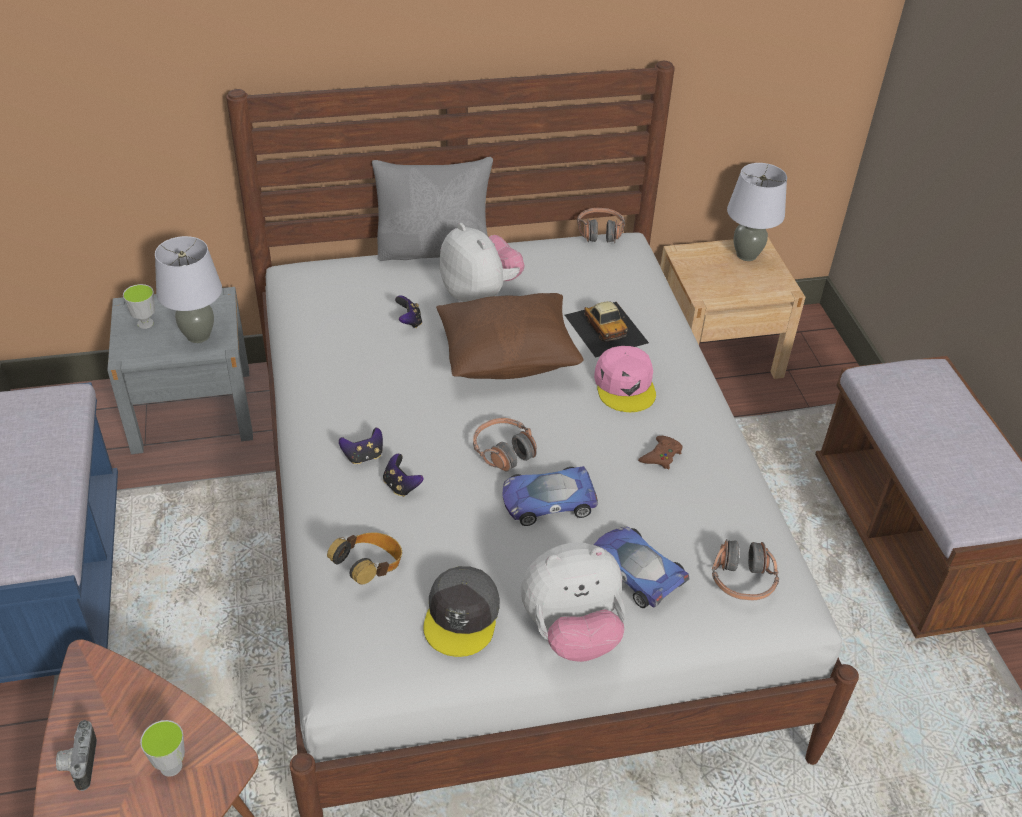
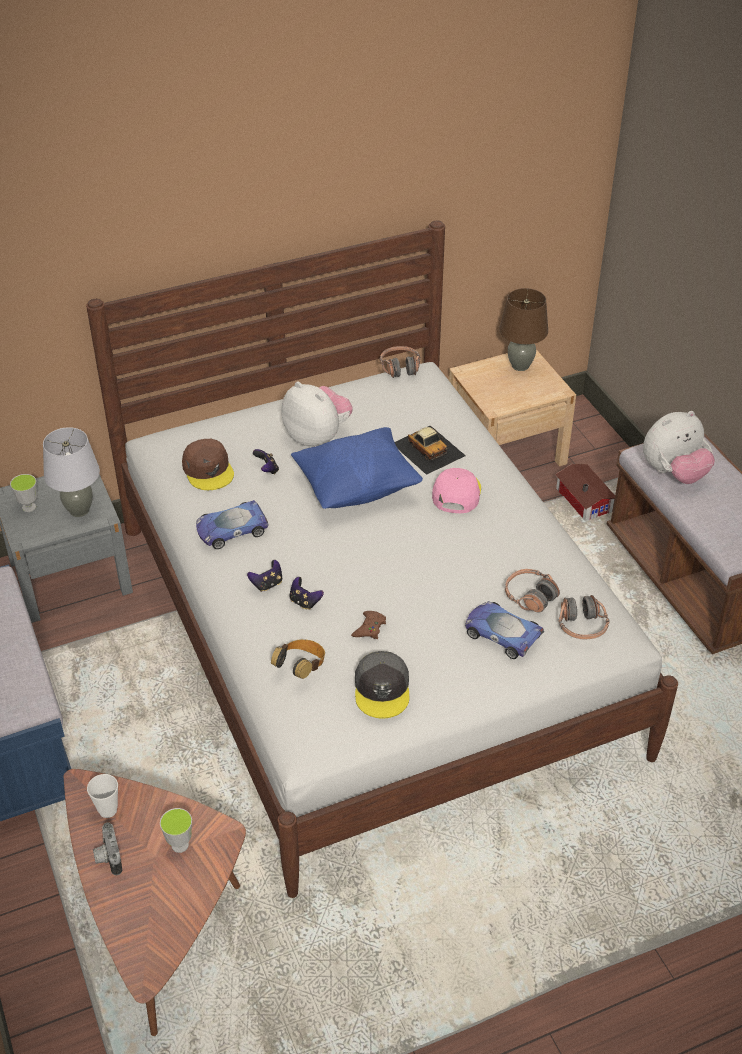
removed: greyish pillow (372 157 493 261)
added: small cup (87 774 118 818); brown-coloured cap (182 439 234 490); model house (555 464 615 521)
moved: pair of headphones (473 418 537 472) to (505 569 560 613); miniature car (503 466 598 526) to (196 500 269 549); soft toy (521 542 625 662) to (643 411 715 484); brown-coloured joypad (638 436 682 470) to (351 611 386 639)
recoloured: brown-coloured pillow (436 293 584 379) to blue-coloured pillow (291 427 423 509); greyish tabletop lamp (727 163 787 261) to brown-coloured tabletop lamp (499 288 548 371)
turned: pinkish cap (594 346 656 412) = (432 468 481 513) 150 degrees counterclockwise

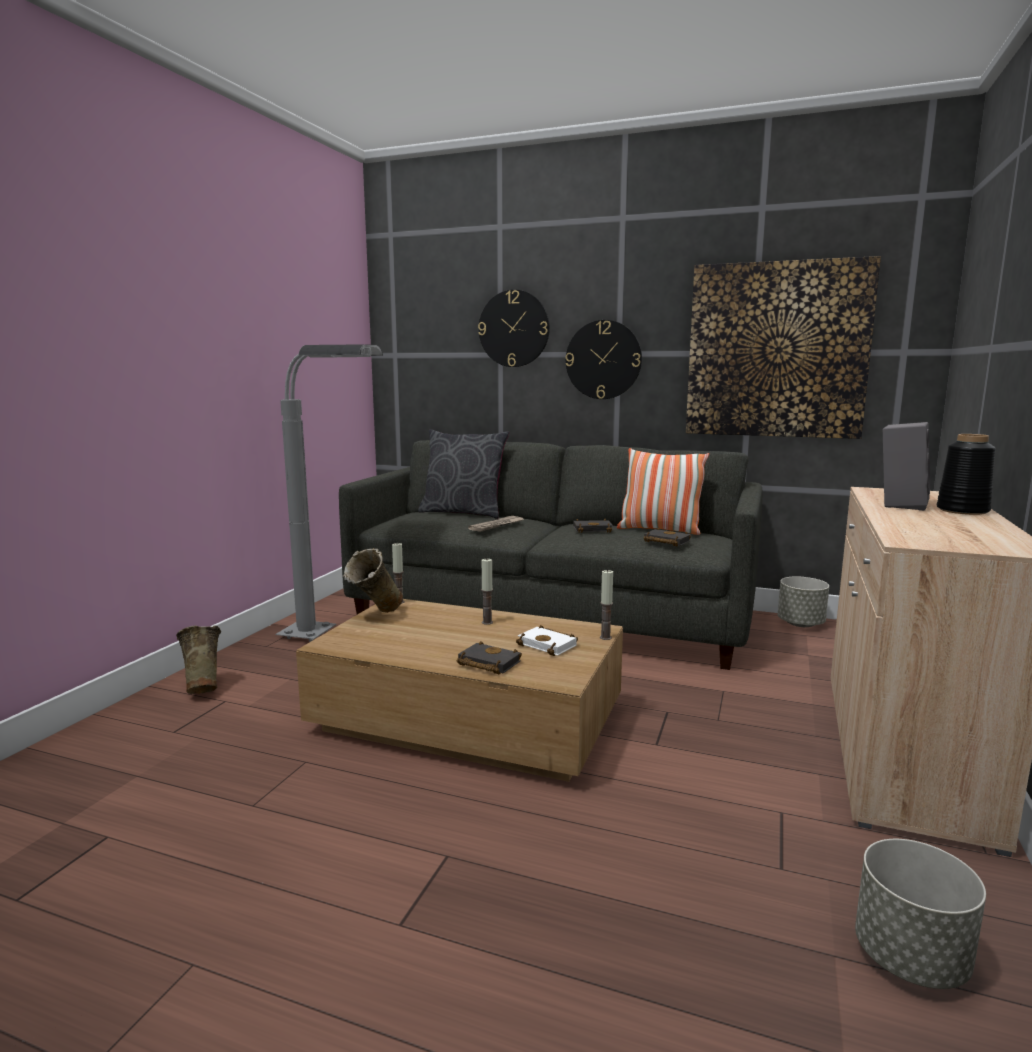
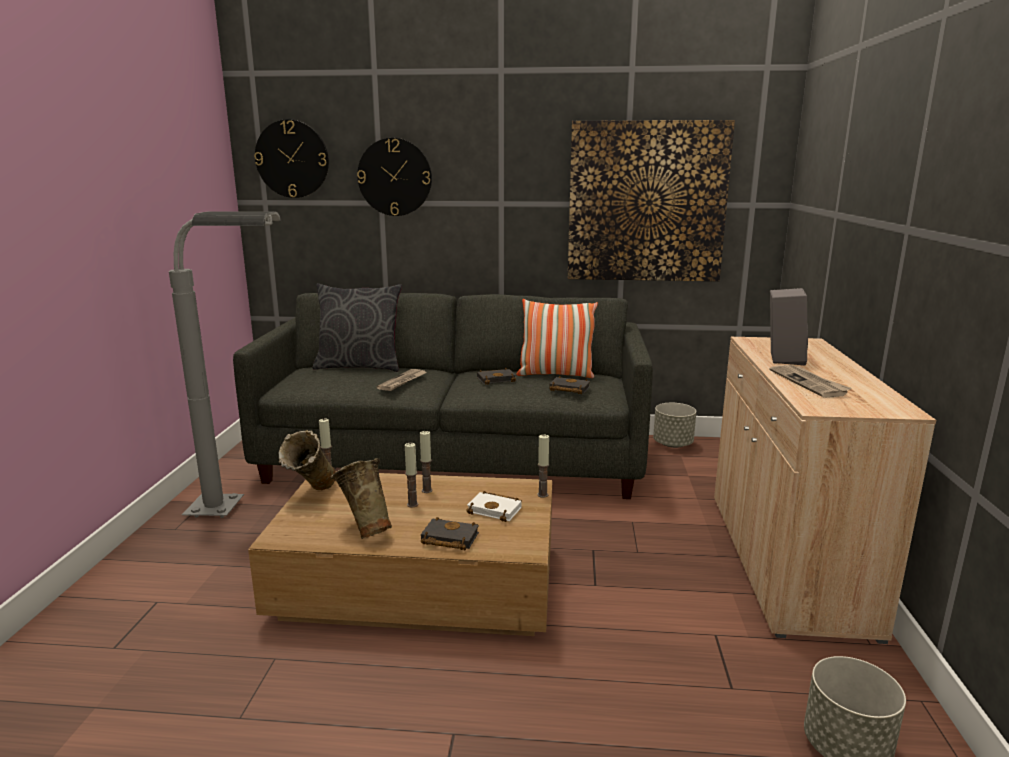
removed: black decorative vase (937 434 996 515)
added: candle (405 443 418 508); daily paper (769 365 852 398)
moved: sand-coloured decorative vase (176 626 221 694) to (330 458 392 539); clock on the wall (566 320 642 399) to (254 119 329 198)

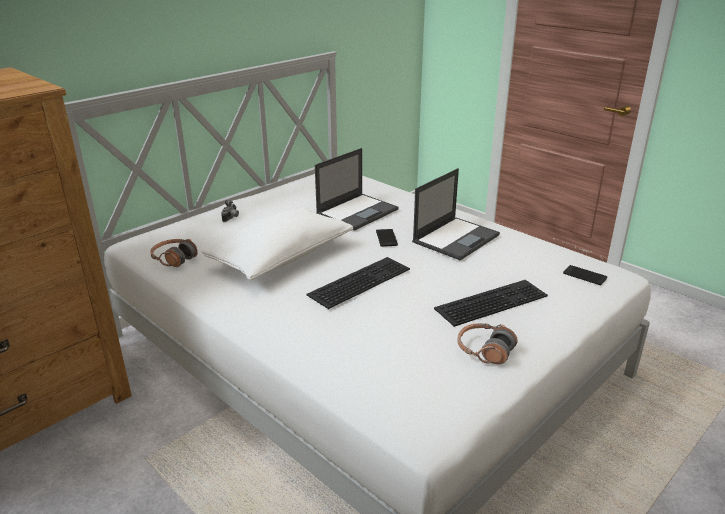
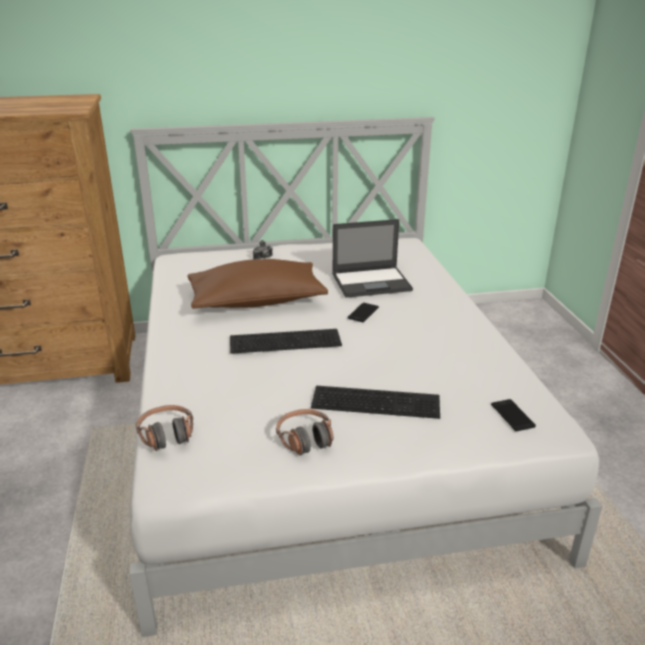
removed: notebook computer (412 168 500 260)
moved: pair of headphones (150 239 198 267) to (136 405 193 451)
recoloured: white-coloured pillow (202 207 353 280) to brown-coloured pillow (187 259 328 309)

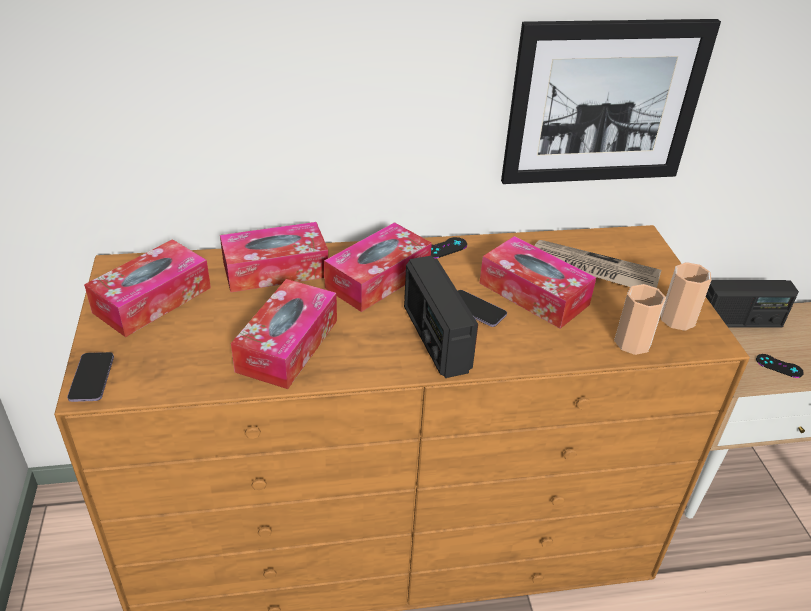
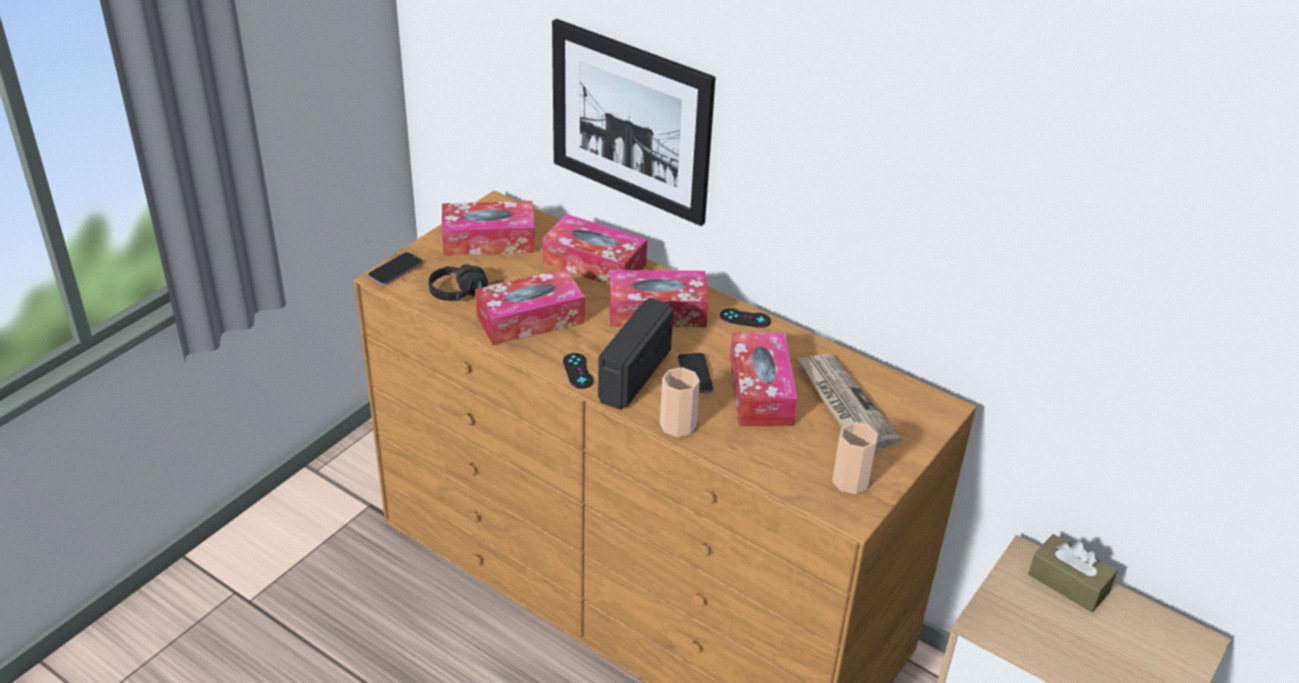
added: black pair of headphones (429 264 503 301)
moved: picture (501 19 721 184) to (552 19 716 226); small cup (614 284 666 355) to (660 367 700 437); black joypad (756 354 804 378) to (563 353 594 389)
replaced: radio receiver (706 280 799 328) to brown-coloured tissue box (1028 534 1118 612)

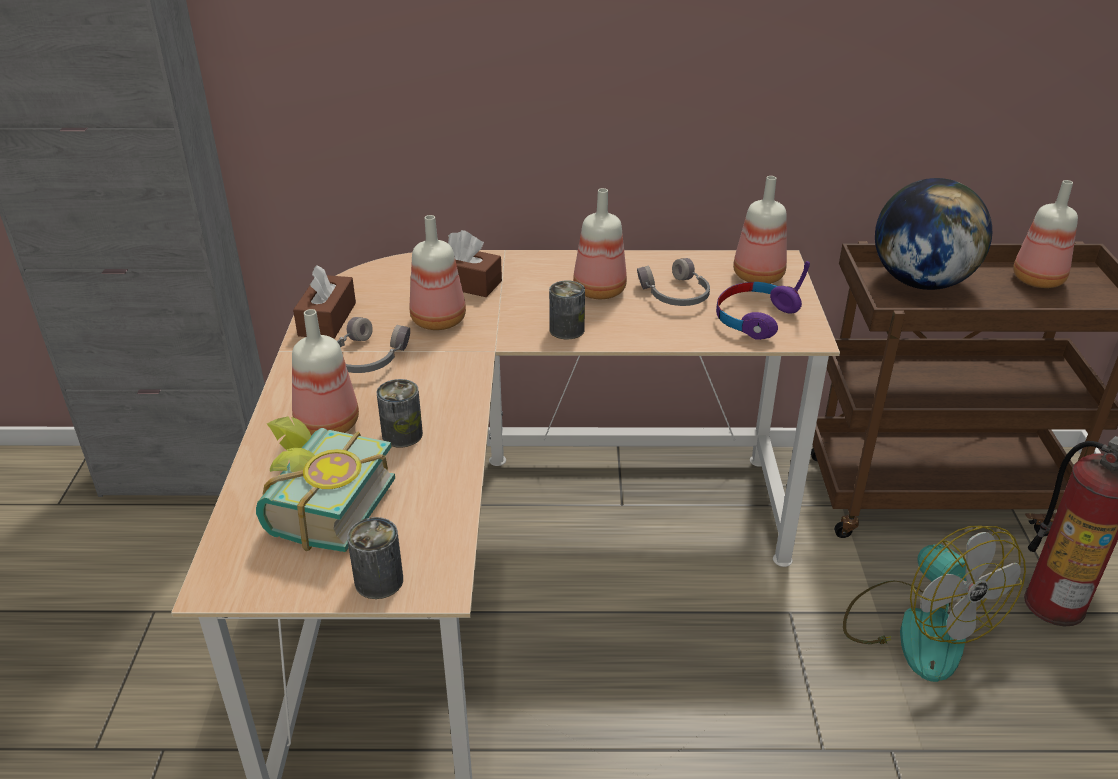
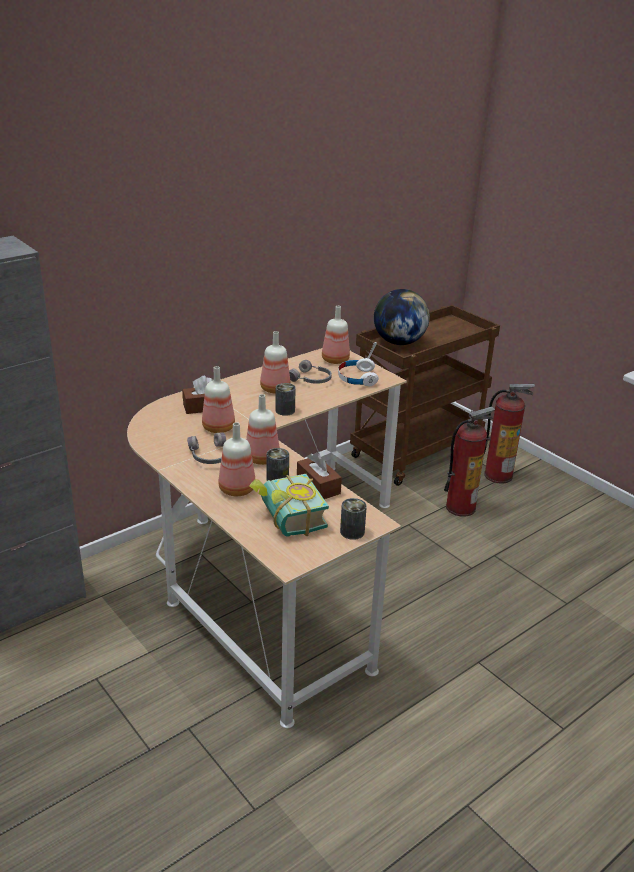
moved: brown-coloured tissue box (293 265 356 339) to (297 452 342 499); drink bottle (1013 180 1078 288) to (246 394 280 465)
replaced: fan (843 526 1026 682) to fire-fighting cylinder (444 407 495 517)
recoloured: purple-coloured pair of headphones (716 261 810 340) to white-coloured pair of headphones (338 342 379 386)

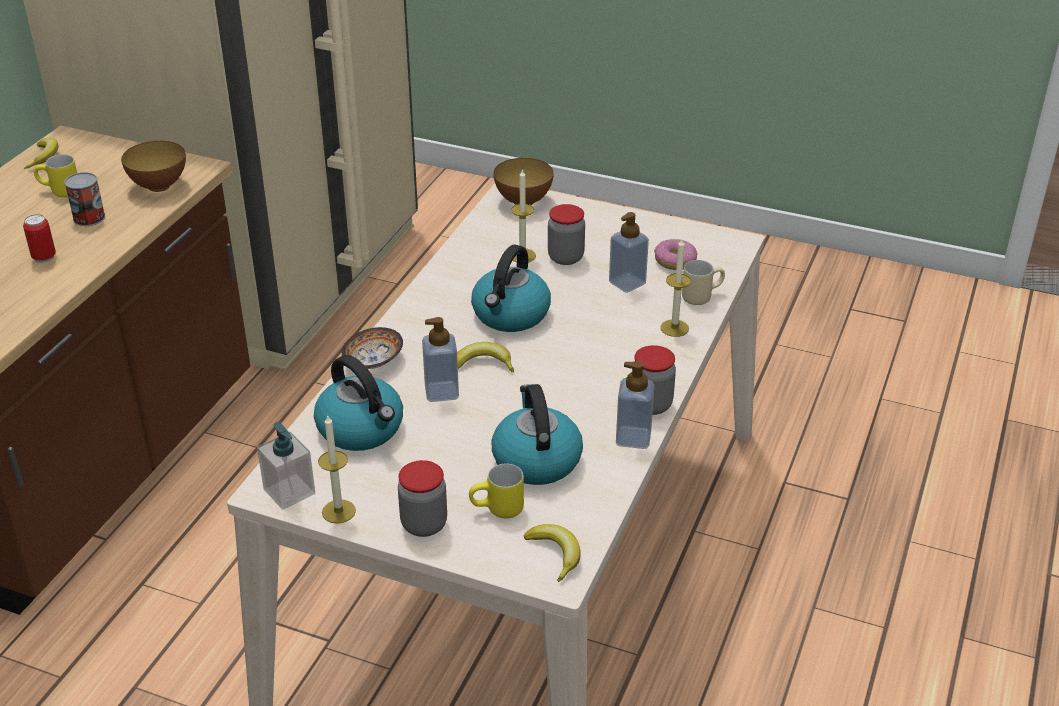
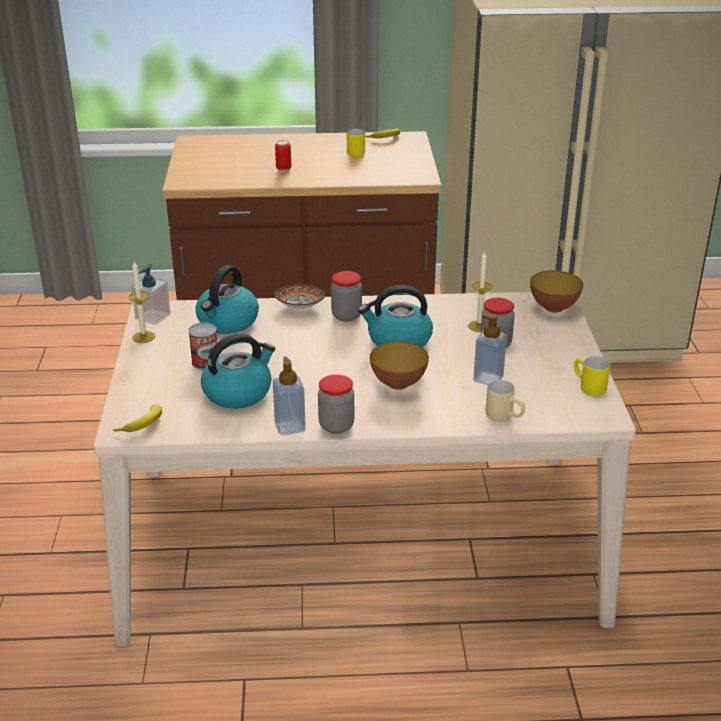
removed: soap dispenser (422 317 459 402); banana (457 342 514 372); ring doughnut (654 239 697 270); candle (660 239 691 337)
moved: can (64 172 105 226) to (188 322 217 370); deep dish (121 141 186 192) to (370 341 429 390); jar (398 460 447 537) to (331 271 362 322); yellow mug (469 463 524 518) to (574 356 610 396)

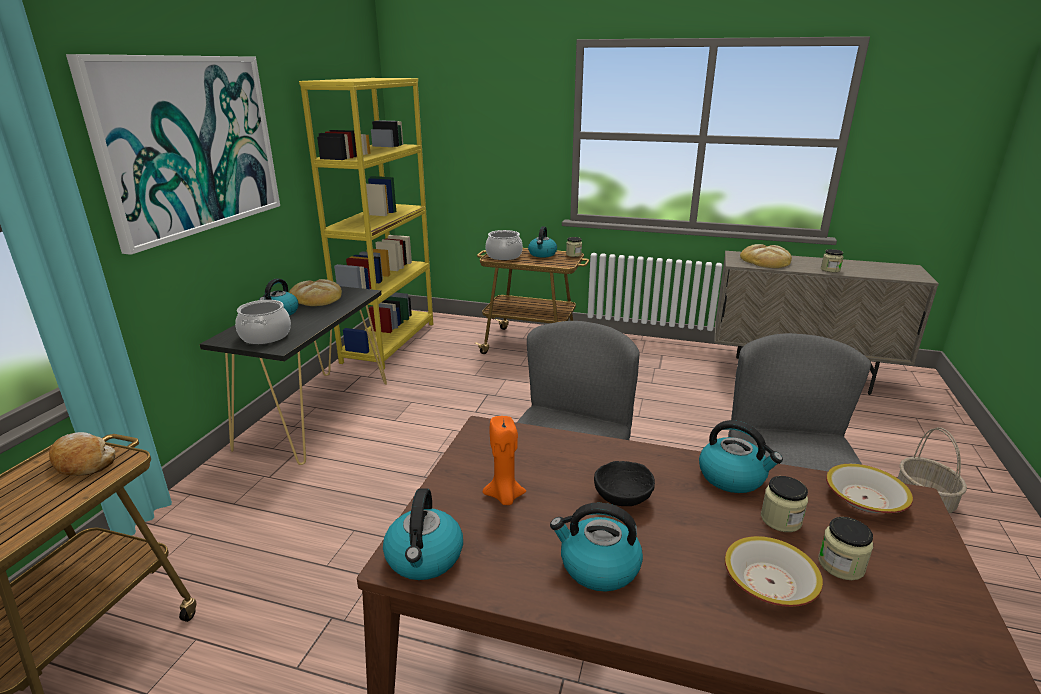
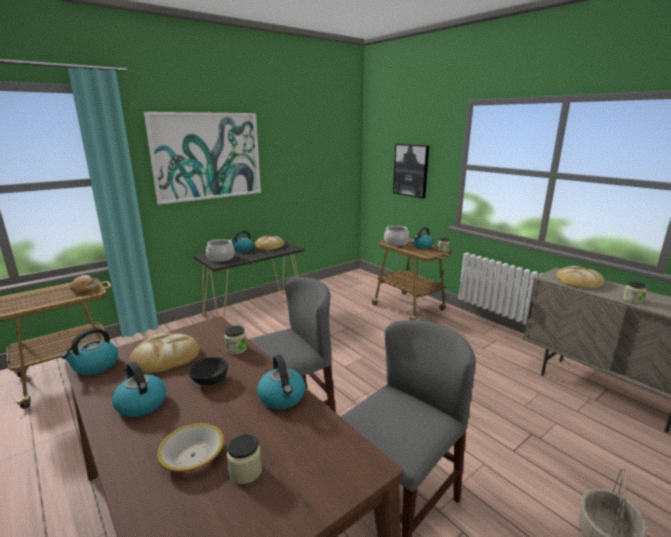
removed: yellow bookshelf (299 78 433 370); deep dish (826 464 913 513)
added: picture (393 144 429 198)
moved: jar (761 476 808 532) to (224 325 247 355)
replaced: orange-coloured candle (483 416 526 505) to bread (130 333 200 373)

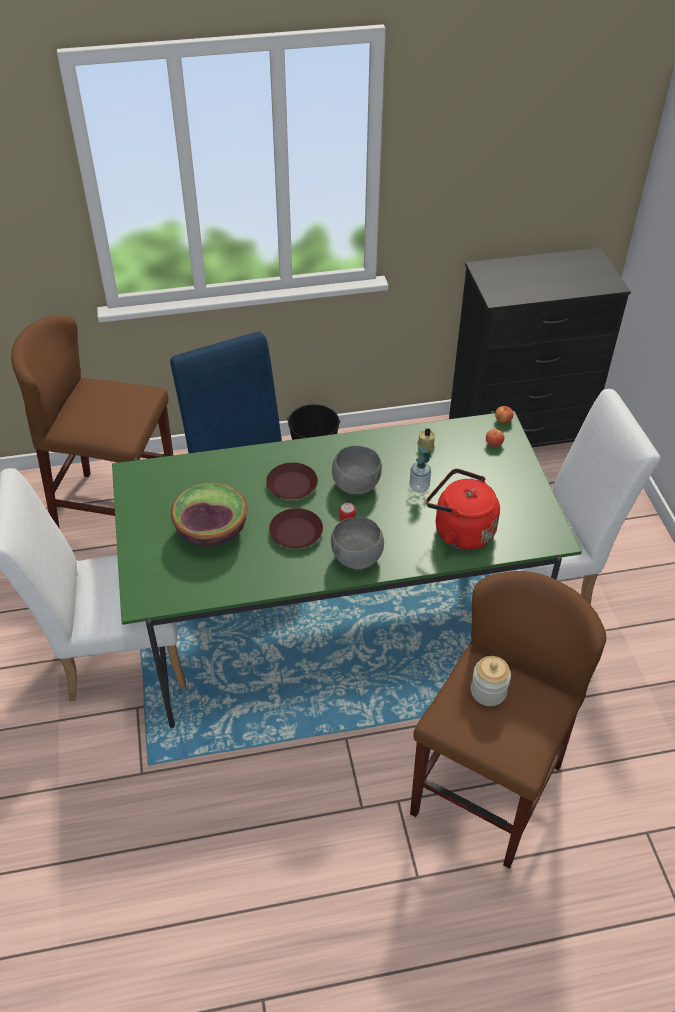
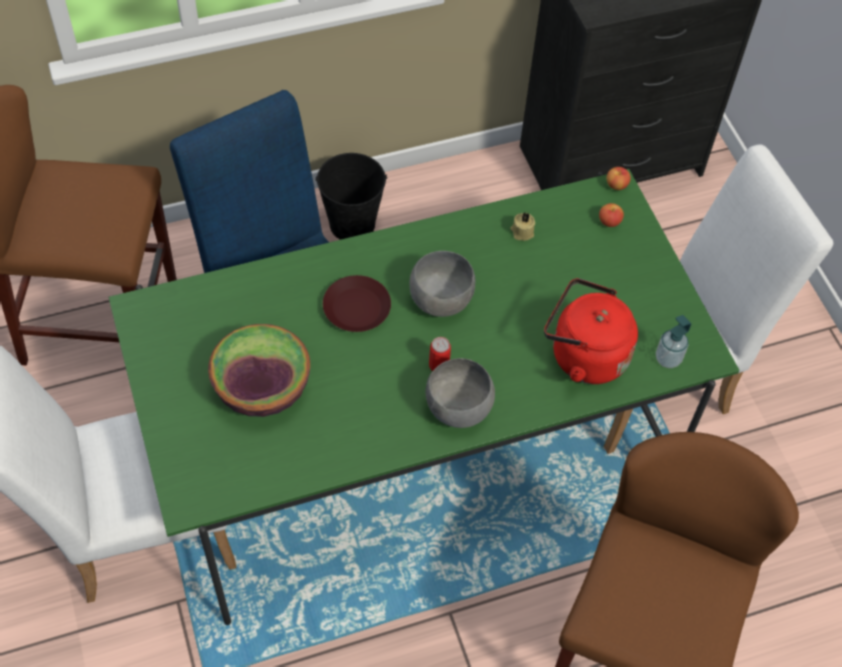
removed: brown-coloured dinner plate (269 508 323 548); jar (471 656 511 706)
moved: soap dispenser (409 447 431 493) to (656 315 692 368)

